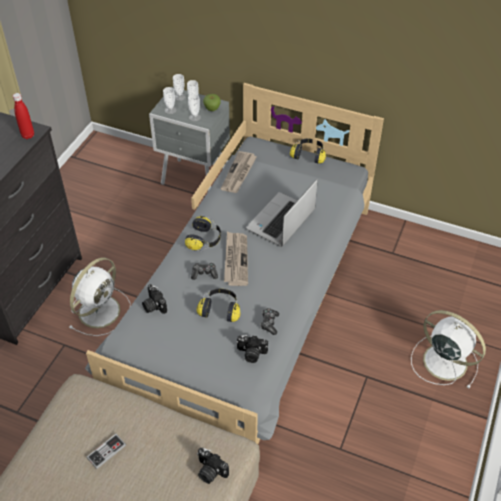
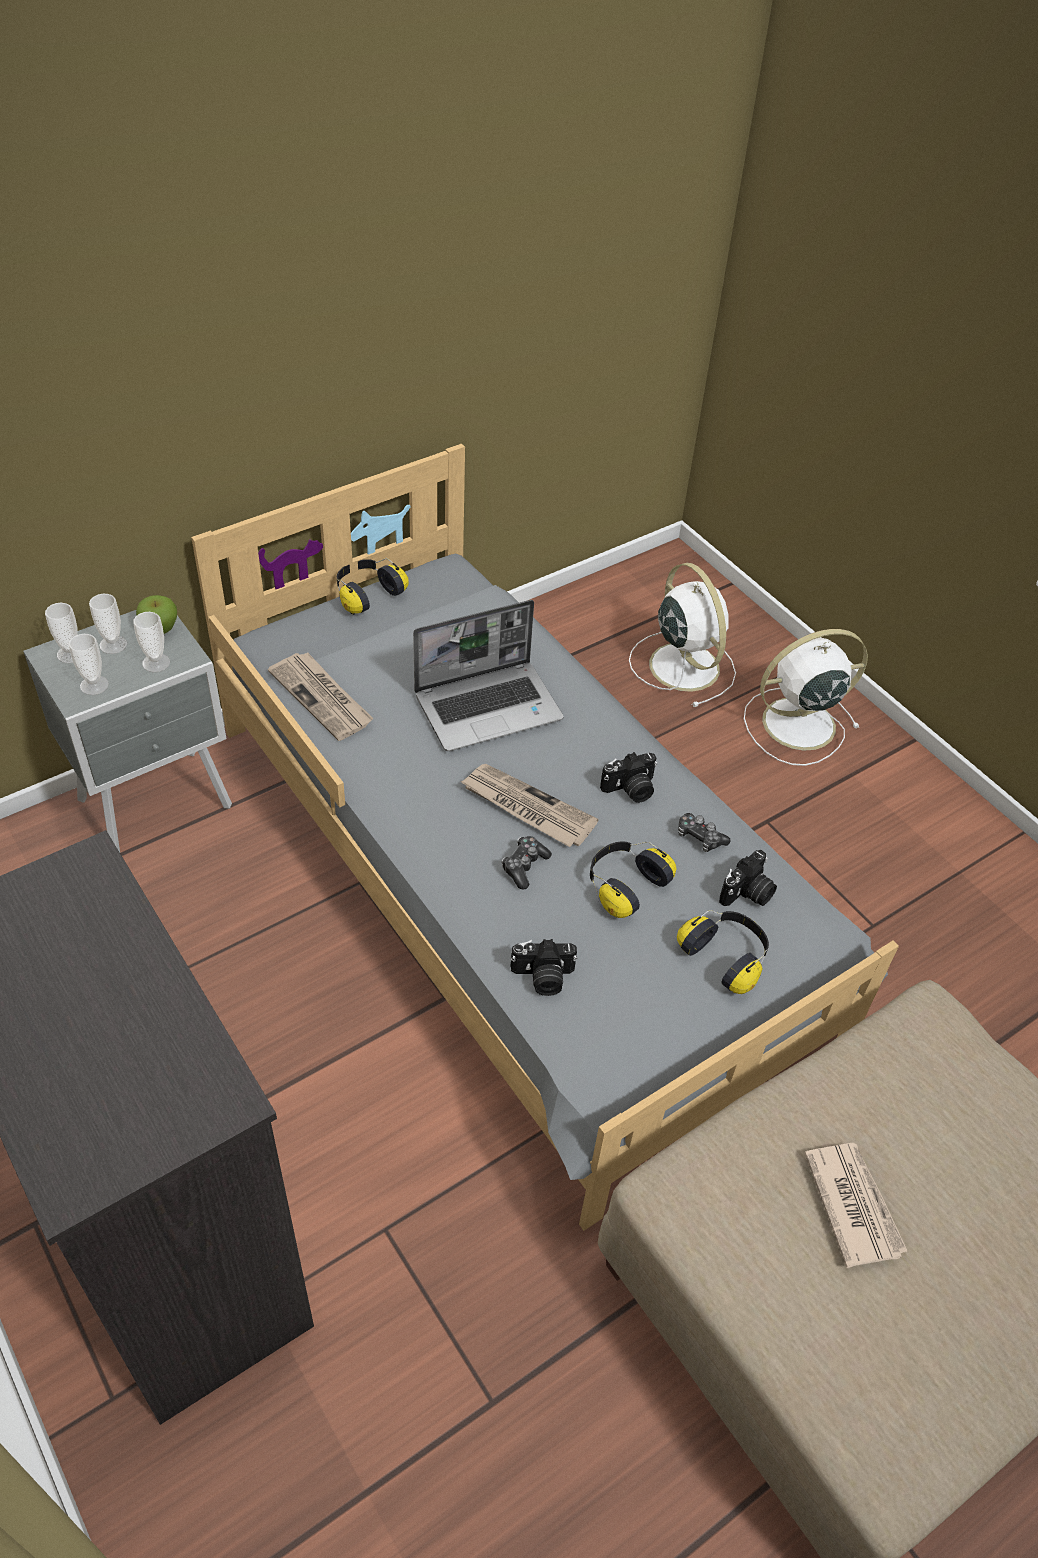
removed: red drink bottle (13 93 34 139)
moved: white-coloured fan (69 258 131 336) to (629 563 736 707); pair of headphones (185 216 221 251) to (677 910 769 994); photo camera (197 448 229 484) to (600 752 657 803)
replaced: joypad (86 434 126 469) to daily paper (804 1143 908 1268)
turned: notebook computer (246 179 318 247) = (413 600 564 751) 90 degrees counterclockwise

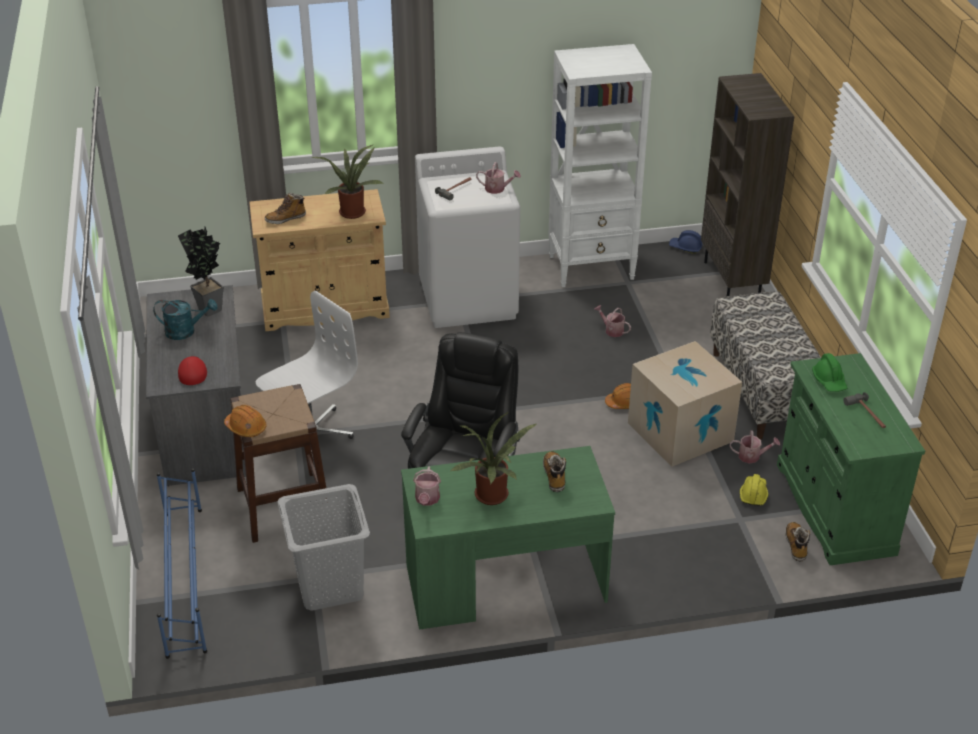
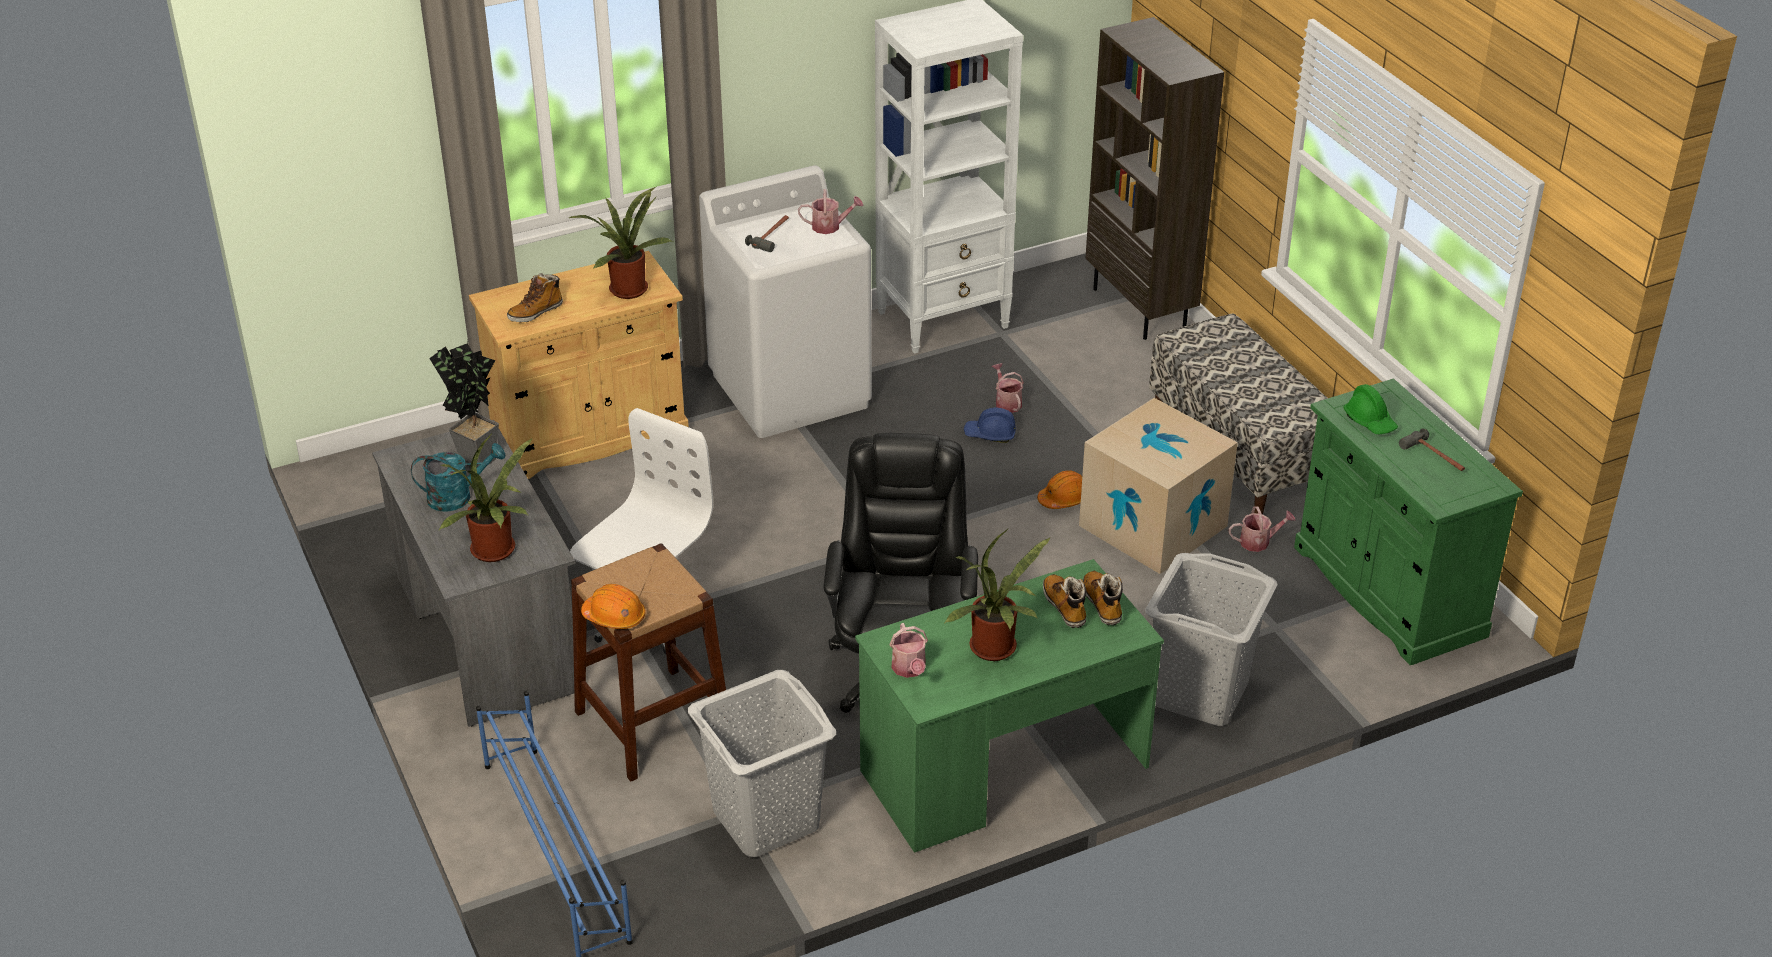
removed: yellow work helmet (740 474 768 506)
added: greyish washing basket (1145 553 1278 726)
moved: blue-coloured work helmet (669 230 703 254) to (964 408 1016 443); tall boot (785 522 810 562) to (1083 571 1123 625)
replaced: red cap (178 356 207 385) to houseplant (439 435 532 562)
turned: sprinkling can (594 305 631 337) = (992 363 1024 413) 45 degrees clockwise

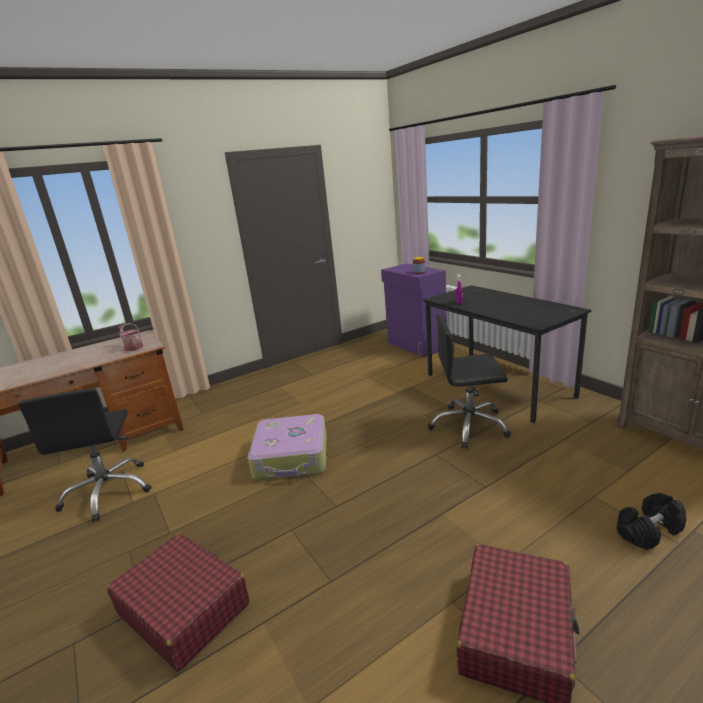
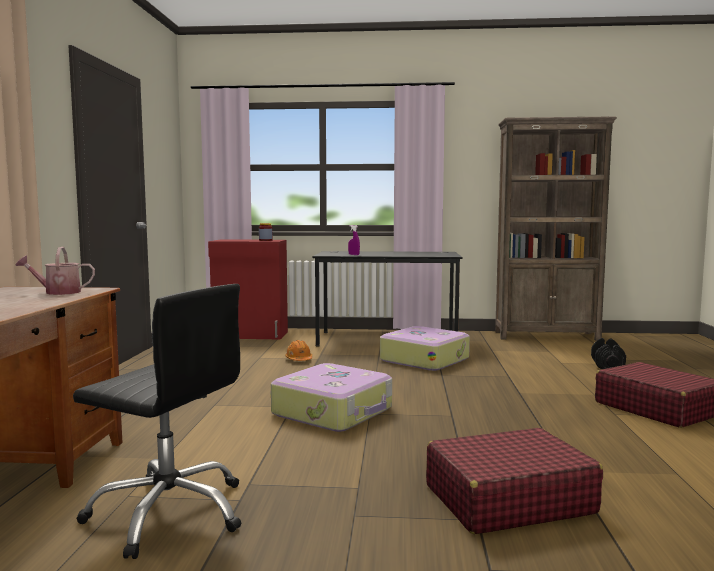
added: orange-coloured work helmet (285 340 312 361)
replaced: black office chair (428 314 511 449) to suitcase (380 326 470 371)
recoloured: purple-coloured cabinet (381 263 447 358) to red cabinet (208 239 288 340)

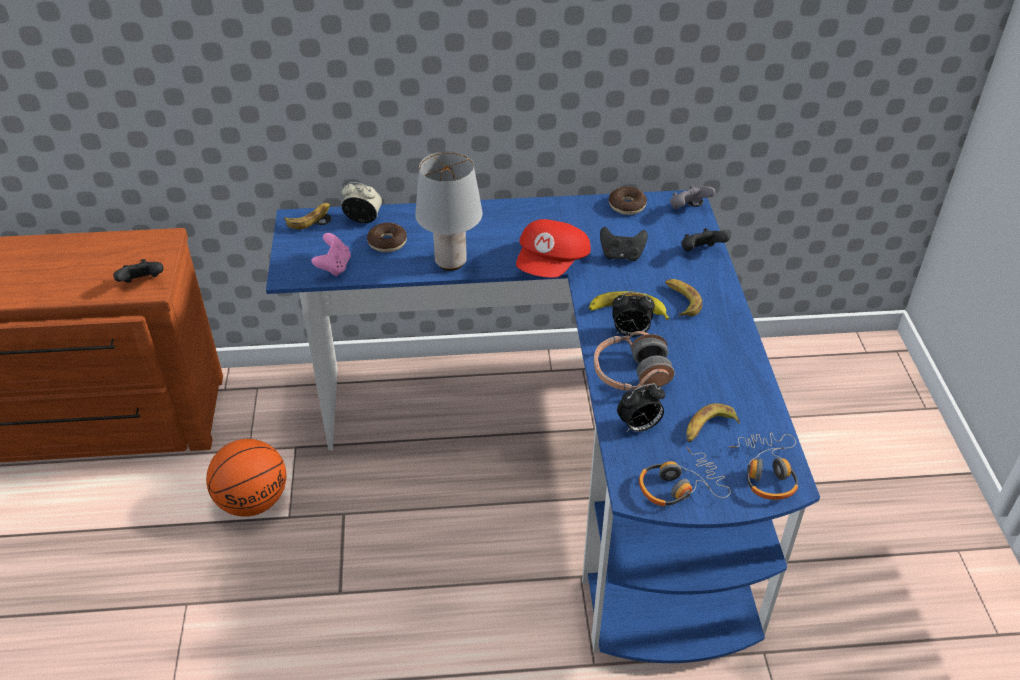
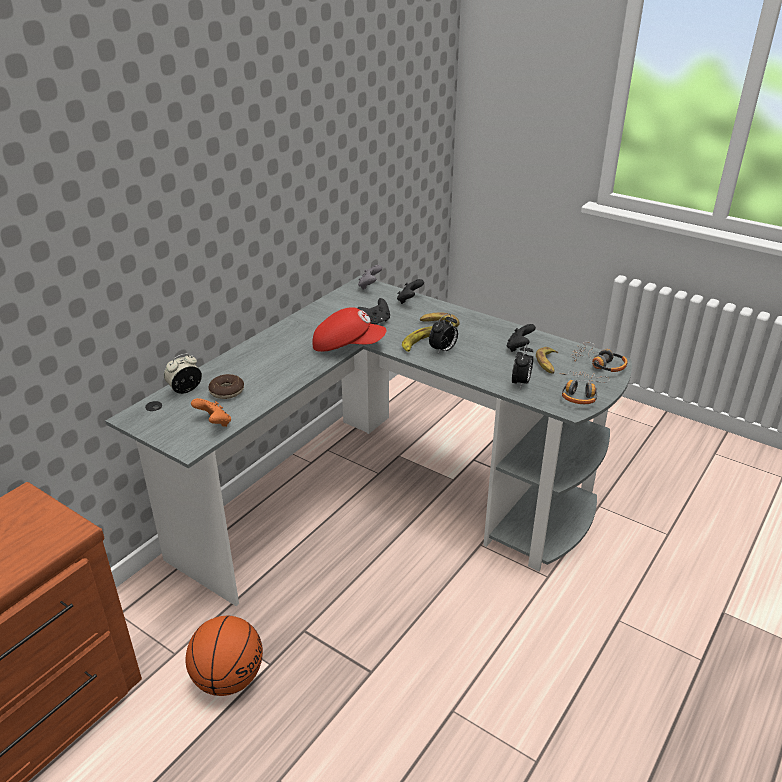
removed: banana (284 203 330 229); greyish tabletop lamp (415 151 482 271); pair of headphones (594 331 675 391); ring doughnut (609 187 647 215)
moved: black joypad (113 259 164 283) to (507 324 536 352)
recoloured: blue-coloured desk (266 190 820 663) to greyish desk (105 276 632 606); pinkish joypad (311 233 351 276) to orange-coloured joypad (191 398 231 427)
turned: red cap (516 219 591 278) = (313 307 386 352) 60 degrees counterclockwise

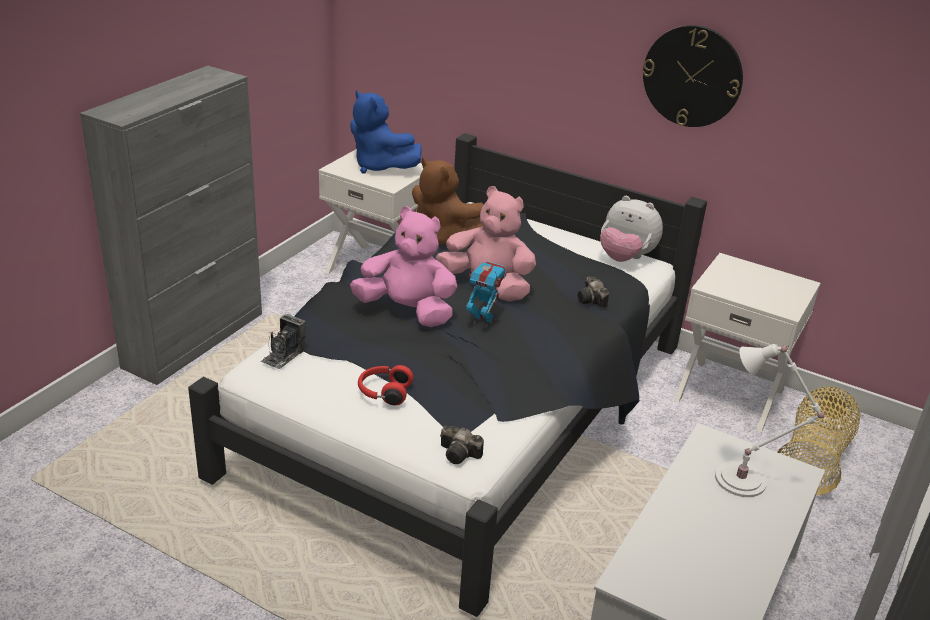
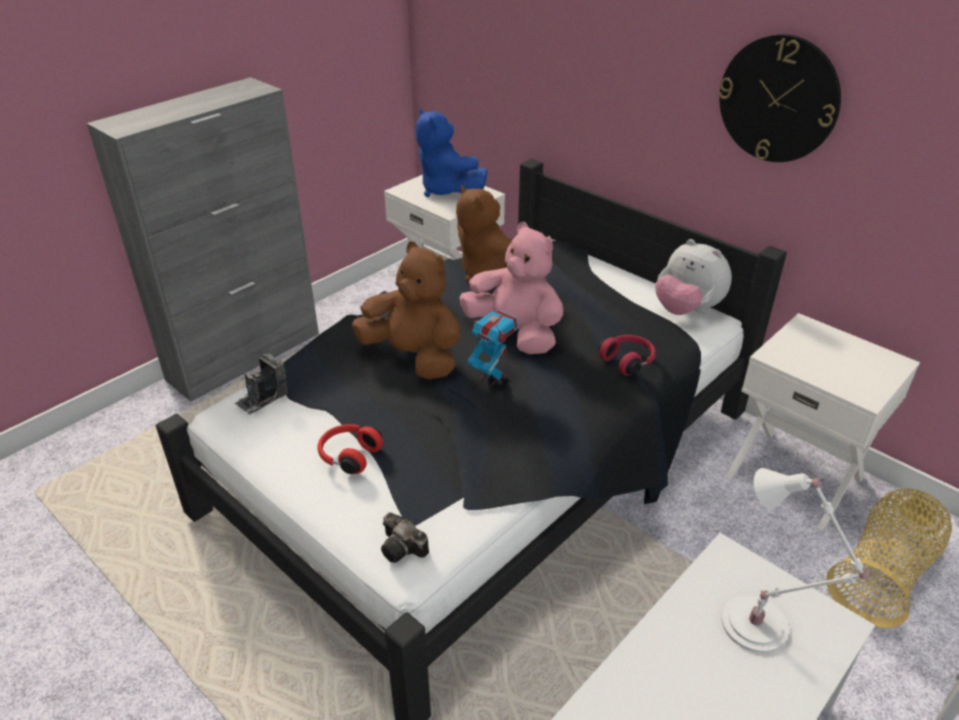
replaced: photo camera (578 276 609 308) to red pair of headphones (598 335 656 376)
recoloured: pinkish soft toy (350 207 457 327) to brown-coloured soft toy (352 241 461 379)

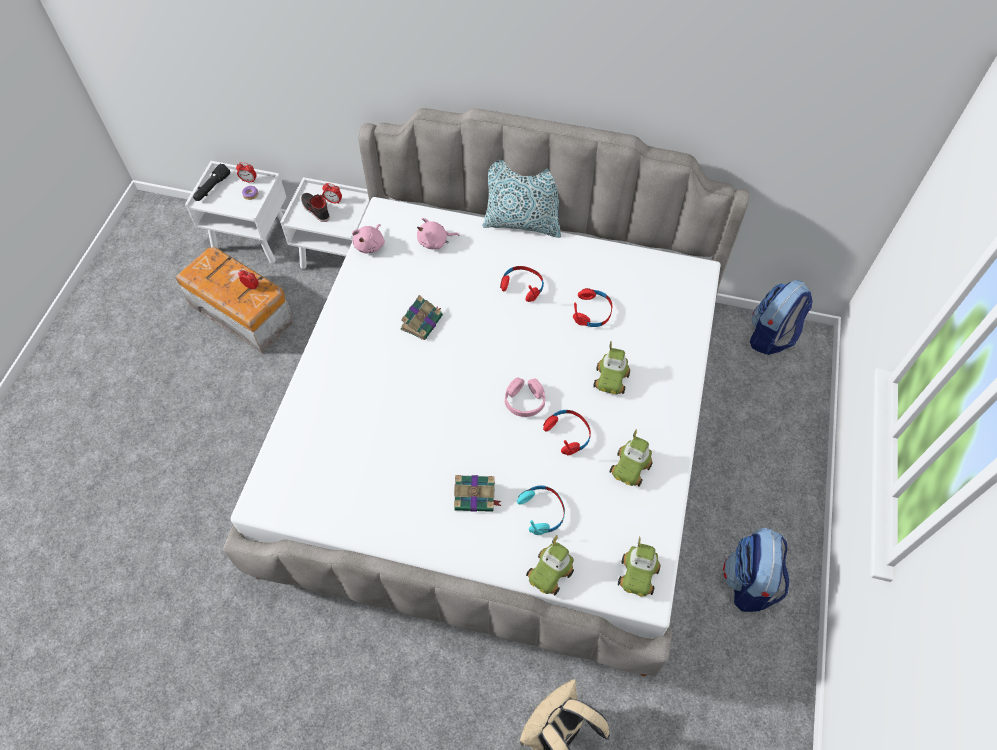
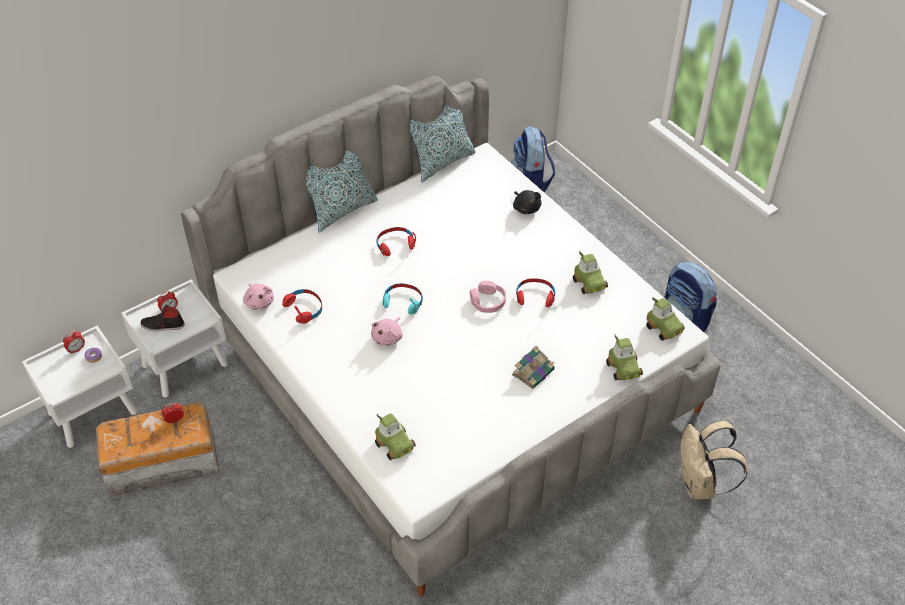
removed: black torch (193 164 230 201); book (400 295 443 340)
added: pillow (410 105 476 182); black soft toy (513 190 542 214)
moved: pinkish soft toy (417 218 459 249) to (371 317 403 346); turquoise-coloured pair of headphones (517 486 565 535) to (383 283 423 315); red pair of headphones (573 288 612 327) to (282 289 322 324); miniature car (593 341 630 394) to (375 414 416 460)

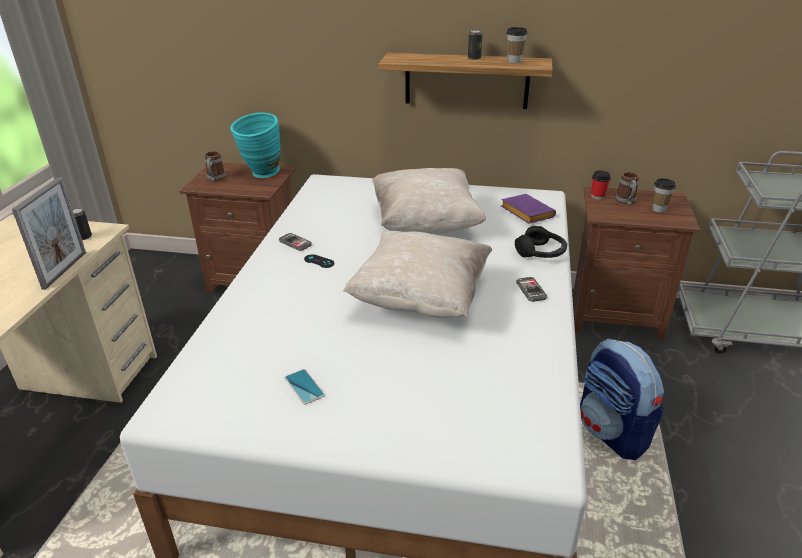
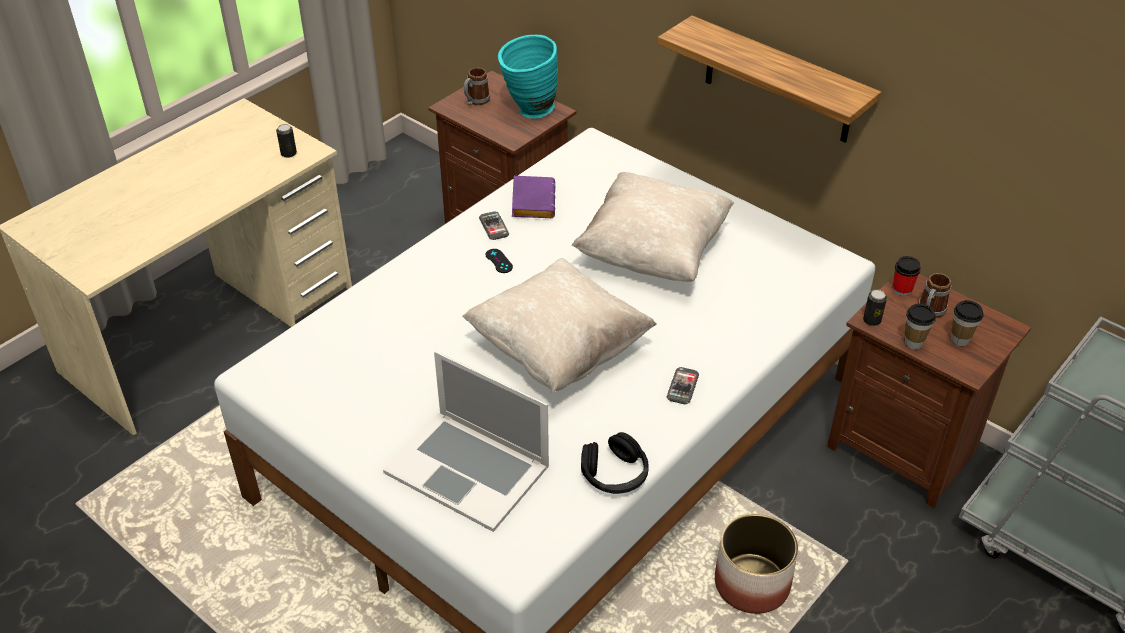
removed: photo frame (12 177 86 290); telephone (285 369 325 404)
added: notebook computer (383 351 549 532)
moved: can (468 30 482 60) to (863 290 887 326); purple-coloured book (501 194 556 224) to (512 176 555 218); small cup (506 27 528 63) to (904 304 936 349); black pair of headphones (515 226 567 258) to (581 432 649 494)
replaced: knapsack (580 338 664 460) to planter (715 513 798 614)

